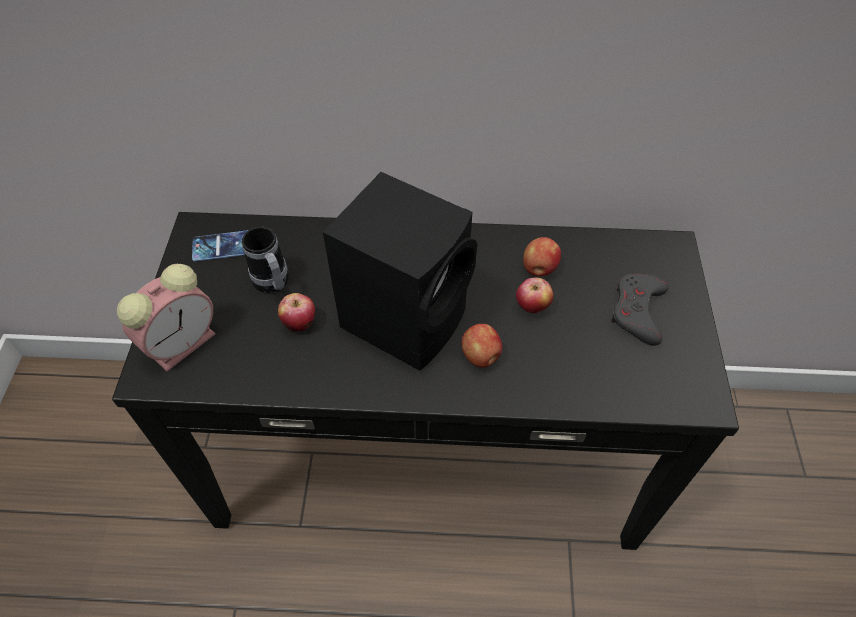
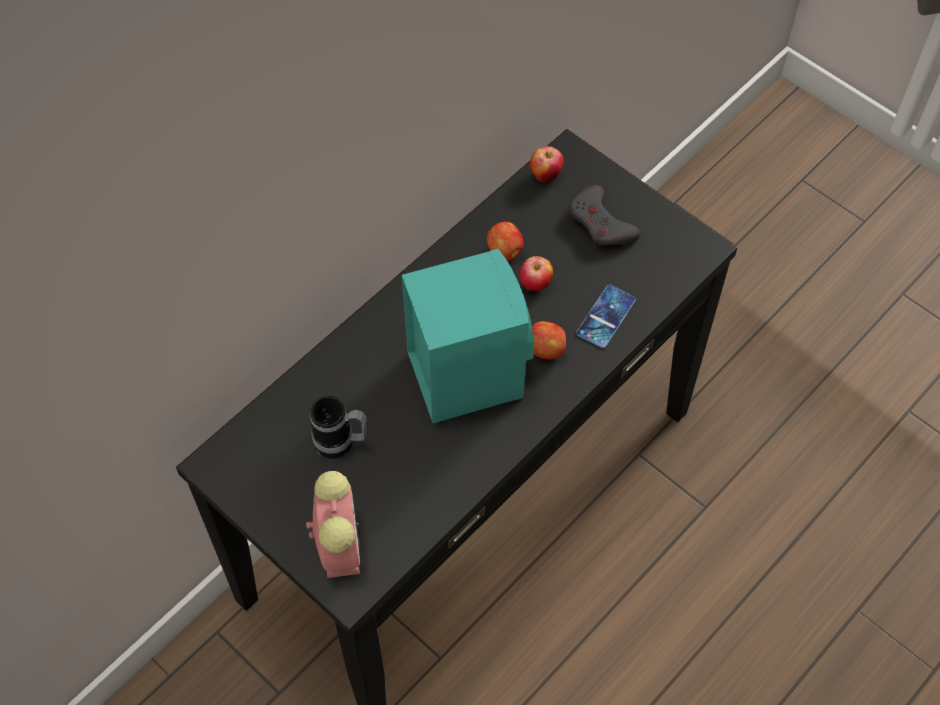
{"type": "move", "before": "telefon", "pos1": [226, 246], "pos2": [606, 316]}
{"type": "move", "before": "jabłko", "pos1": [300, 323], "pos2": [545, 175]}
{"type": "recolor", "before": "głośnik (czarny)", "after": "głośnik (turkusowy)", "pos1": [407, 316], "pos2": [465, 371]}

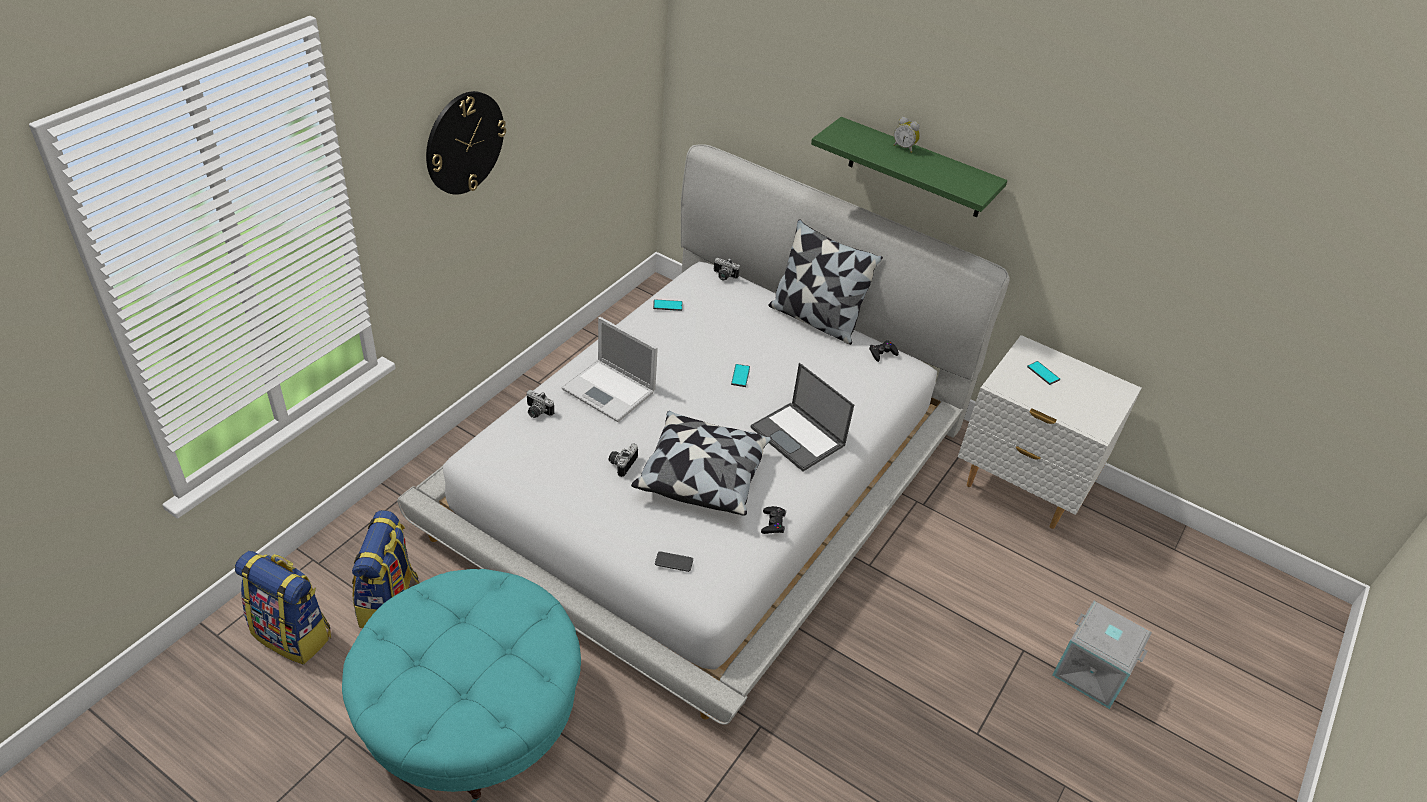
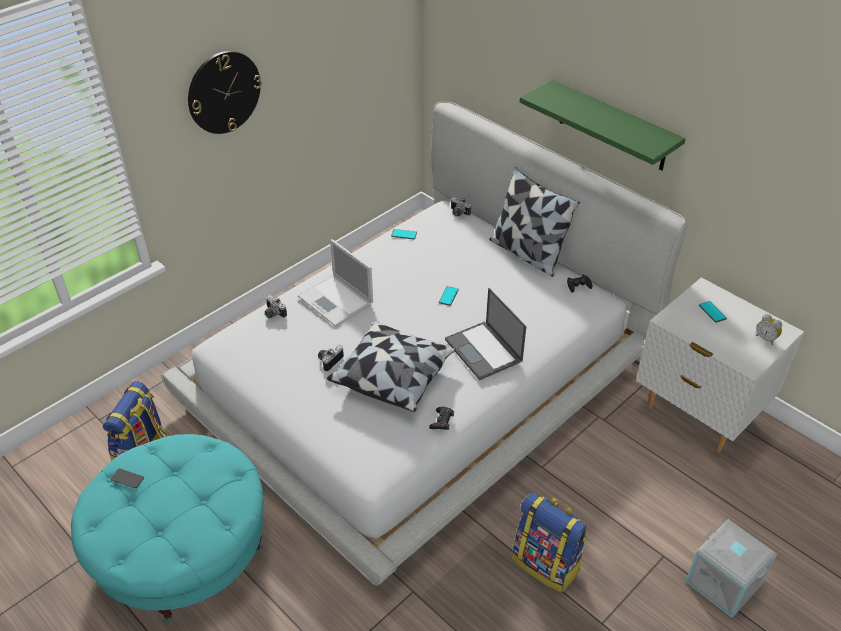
{"type": "move", "before": "plecak", "pos1": [293, 634], "pos2": [546, 564]}
{"type": "move", "before": "telefon", "pos1": [674, 562], "pos2": [127, 479]}
{"type": "move", "before": "budzik", "pos1": [904, 147], "pos2": [766, 338]}

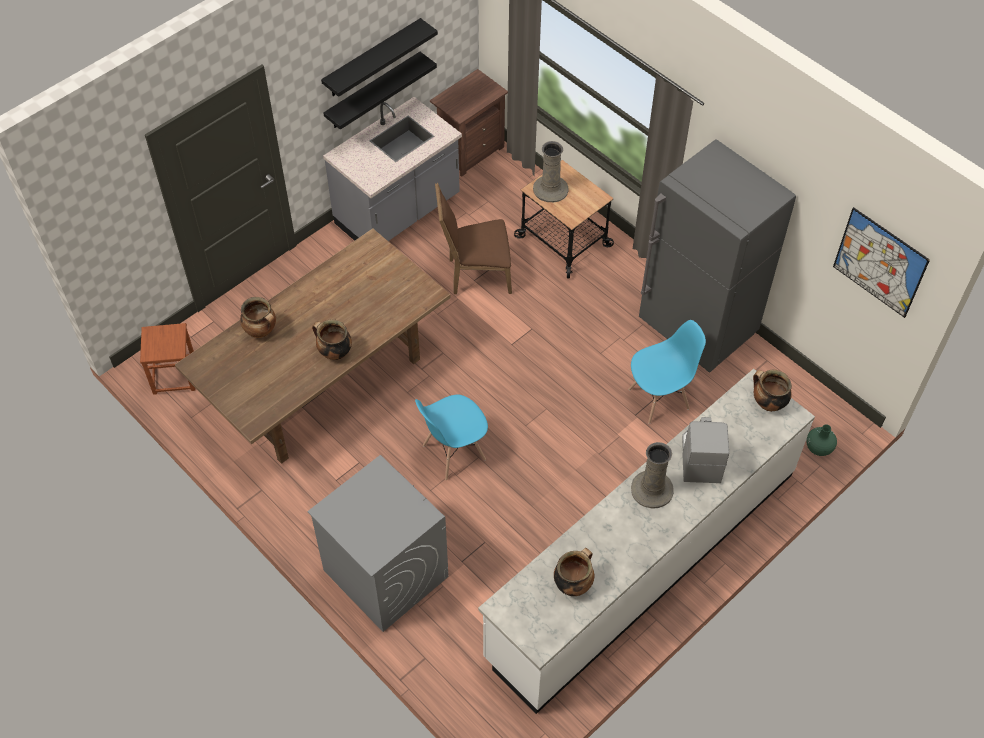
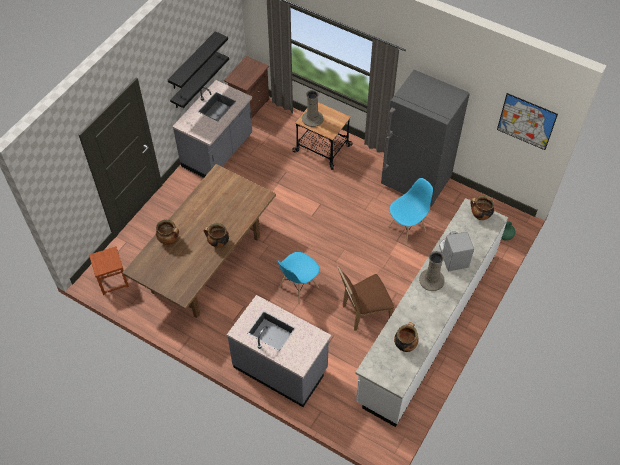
{"type": "replace", "before": "pralka (szary)", "after": "zabudowa kuchenna (szary)", "pos1": [385, 573], "pos2": [281, 367]}
{"type": "move", "before": "krzesło (brązowy)", "pos1": [475, 274], "pos2": [363, 312]}

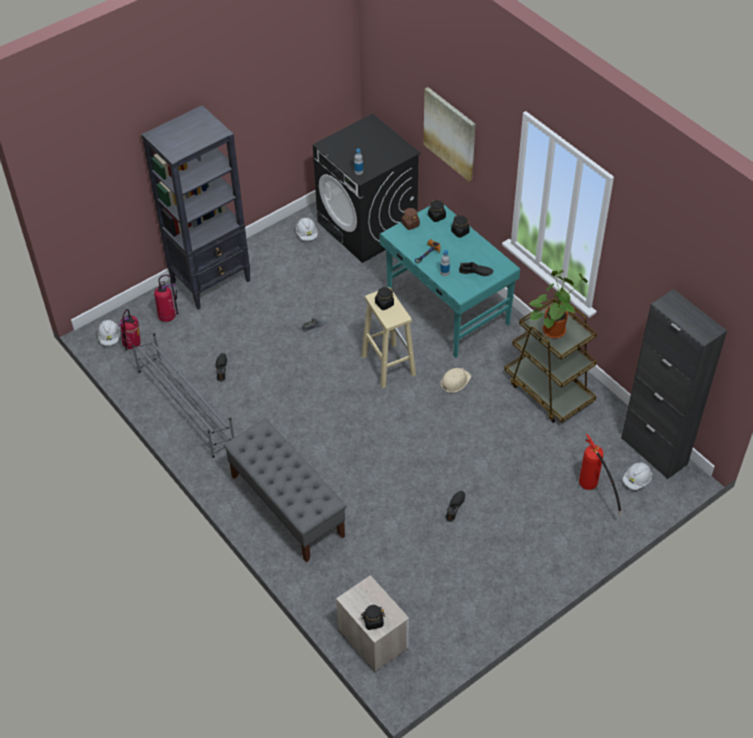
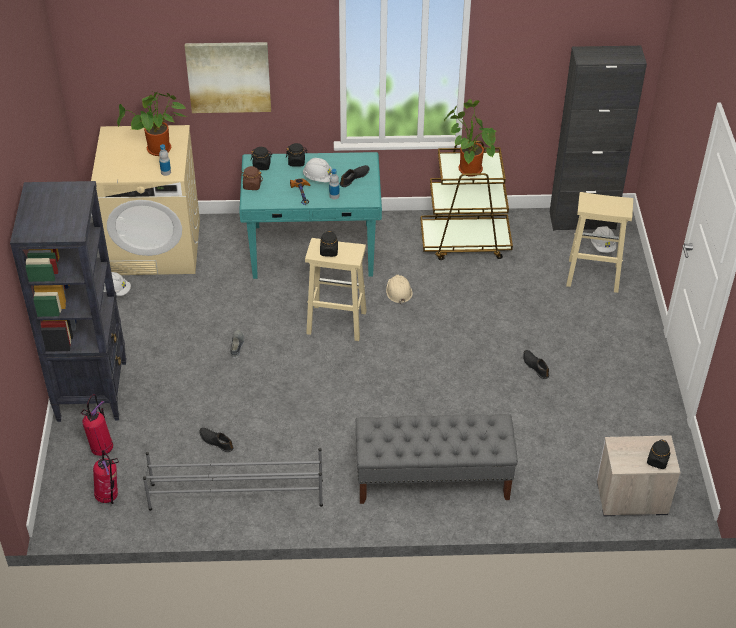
{"type": "move", "before": "kask (biały)", "pos1": [110, 337], "pos2": [319, 178]}
{"type": "recolor", "before": "pralka (czarny)", "after": "pralka (beżowy)", "pos1": [367, 227], "pos2": [155, 247]}
{"type": "replace", "before": "gaśnica", "after": "stołek (beżowy)", "pos1": [593, 491], "pos2": [592, 275]}
{"type": "insert", "after": "roślina doniczkowa", "pos2": [158, 151]}

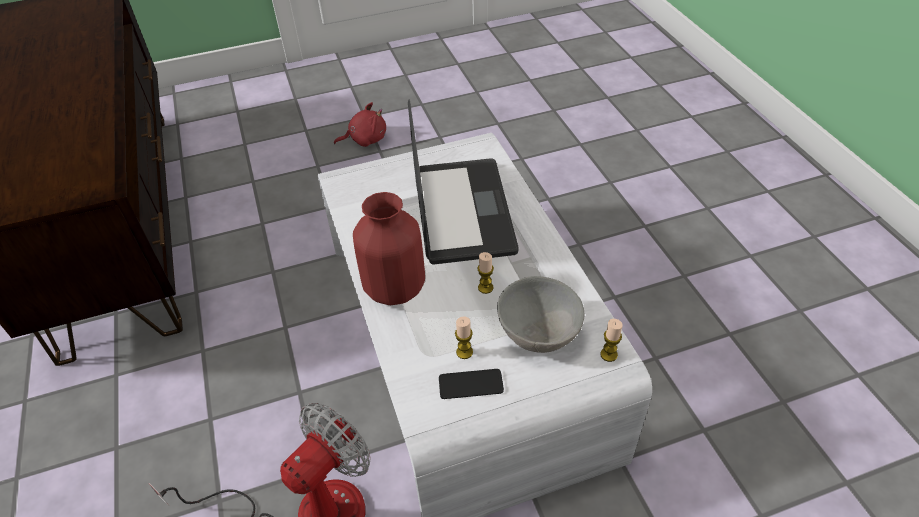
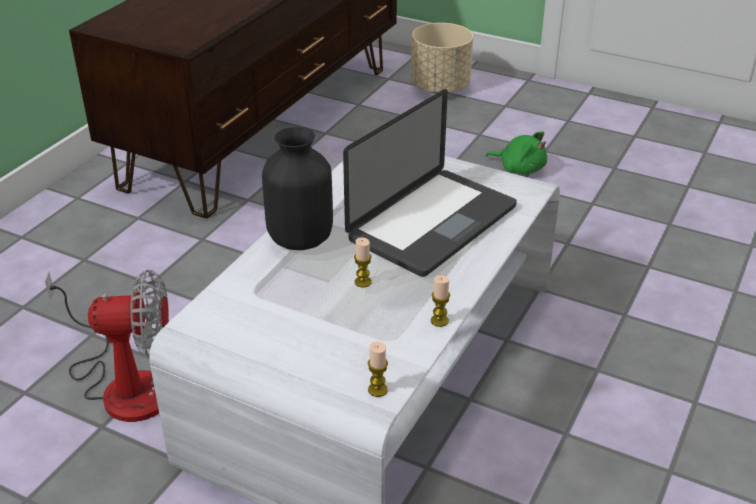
{"type": "recolor", "before": "pluszak (czerwony)", "after": "pluszak (zielony)", "pos1": [365, 139], "pos2": [520, 168]}
{"type": "recolor", "before": "wazon (czerwony)", "after": "wazon (czarny)", "pos1": [395, 288], "pos2": [301, 239]}
{"type": "delete", "before": "telefon", "pos1": [470, 384]}
{"type": "move", "before": "świeca", "pos1": [464, 352], "pos2": [439, 321]}
{"type": "delete", "before": "miska (szary)", "pos1": [539, 332]}
{"type": "insert", "after": "donica (beżowy)", "pos2": [440, 88]}

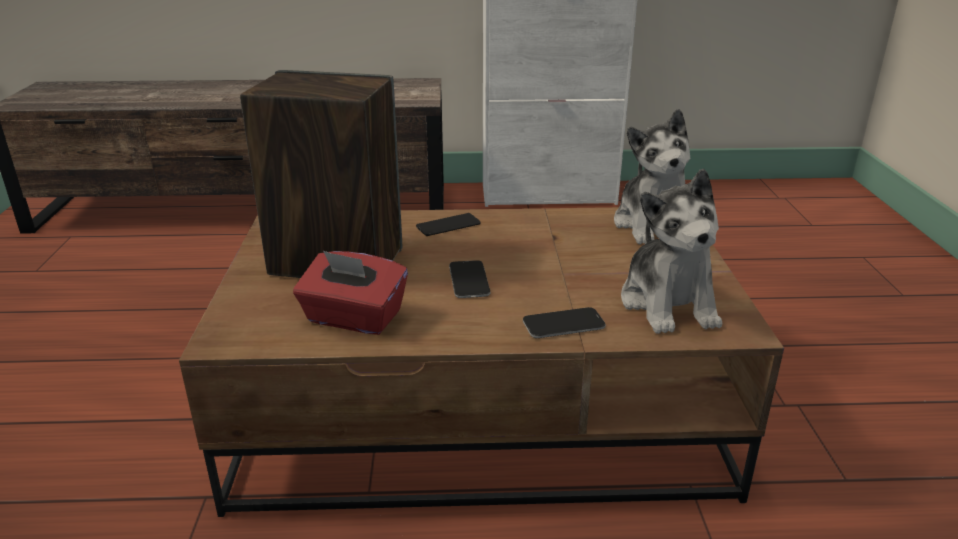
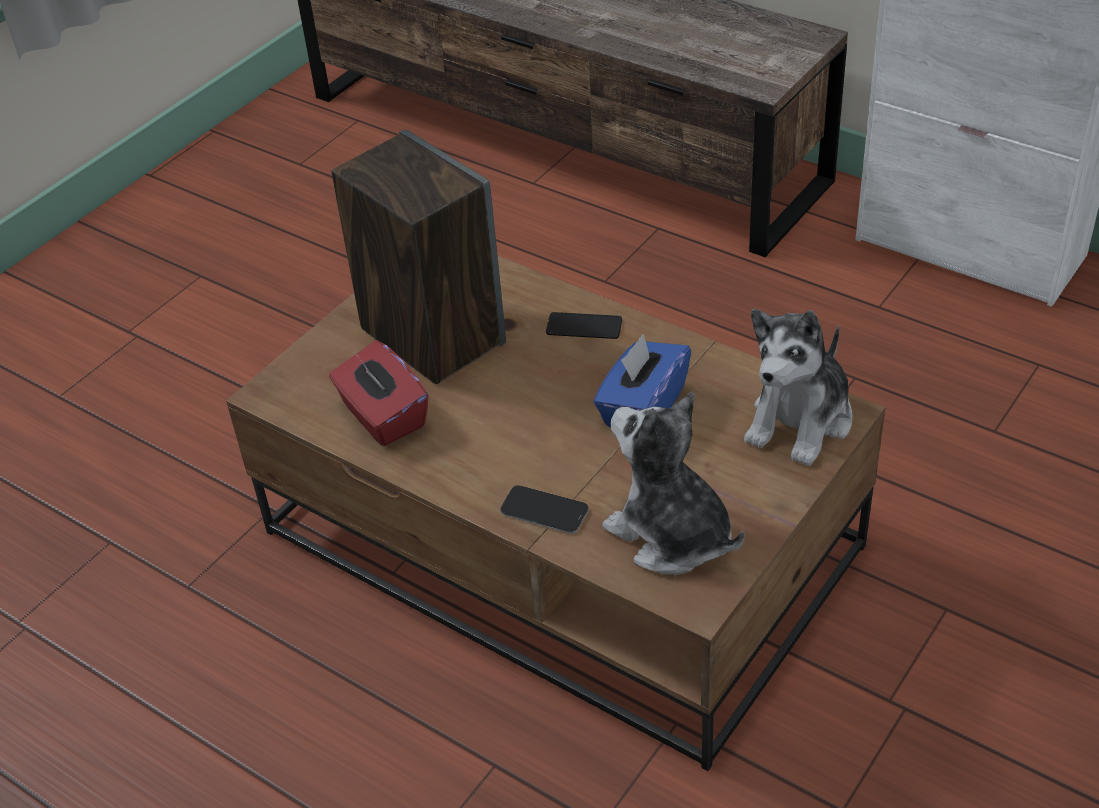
{"type": "delete", "before": "telefon", "pos1": [469, 280]}
{"type": "rotate", "before": "pluszak", "pos1": [668, 304], "pos2": [670, 535], "turn": 105}
{"type": "insert", "after": "pudełko chusteczek (niebieski)", "pos2": [642, 408]}

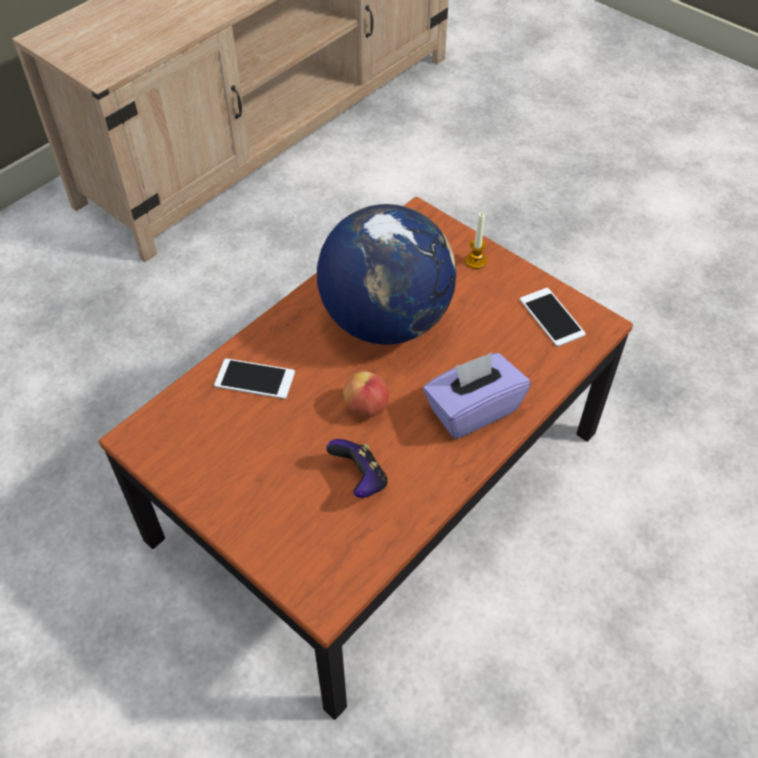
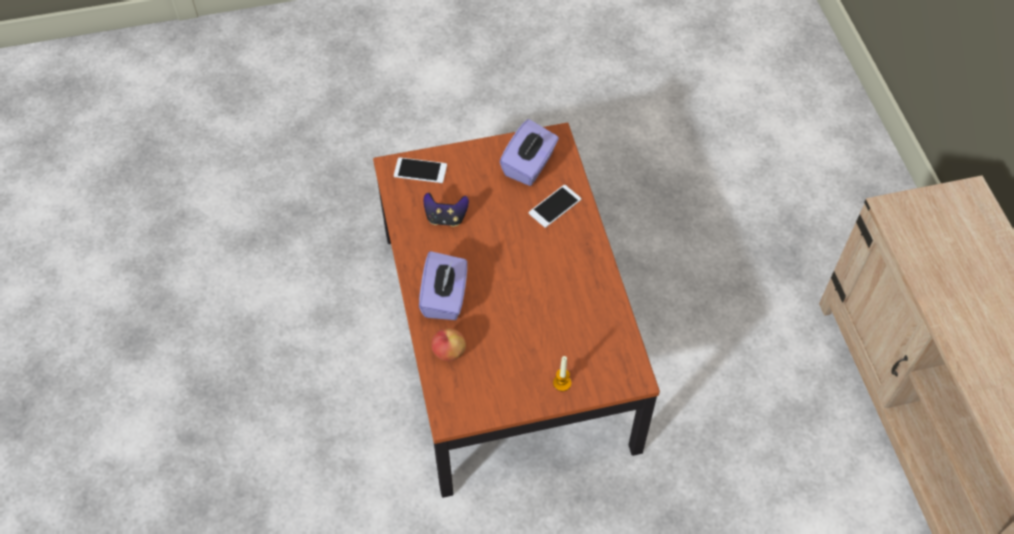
{"type": "delete", "before": "globus", "pos1": [386, 320]}
{"type": "move", "before": "jabłko", "pos1": [366, 407], "pos2": [448, 352]}
{"type": "move", "before": "telefon", "pos1": [552, 317], "pos2": [420, 170]}
{"type": "insert", "after": "pudełko chusteczek (fioletowy)", "pos2": [529, 165]}

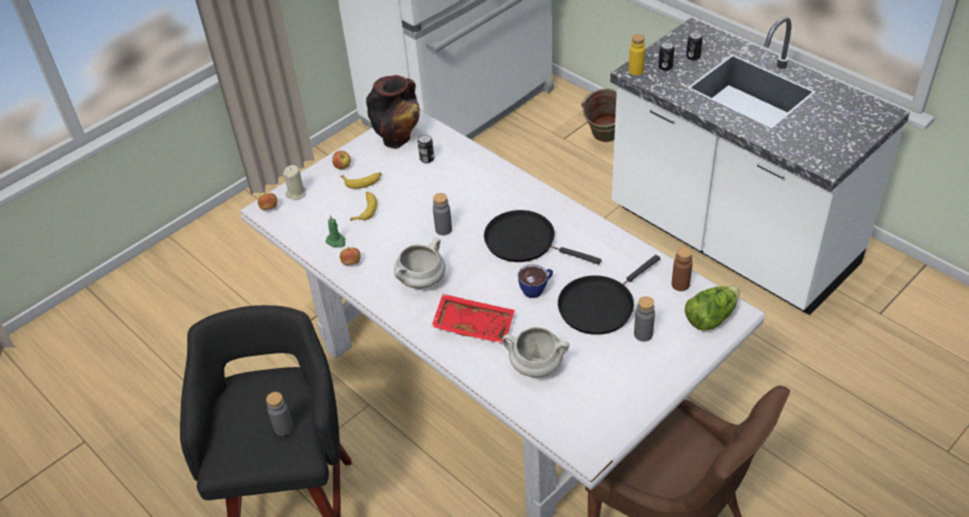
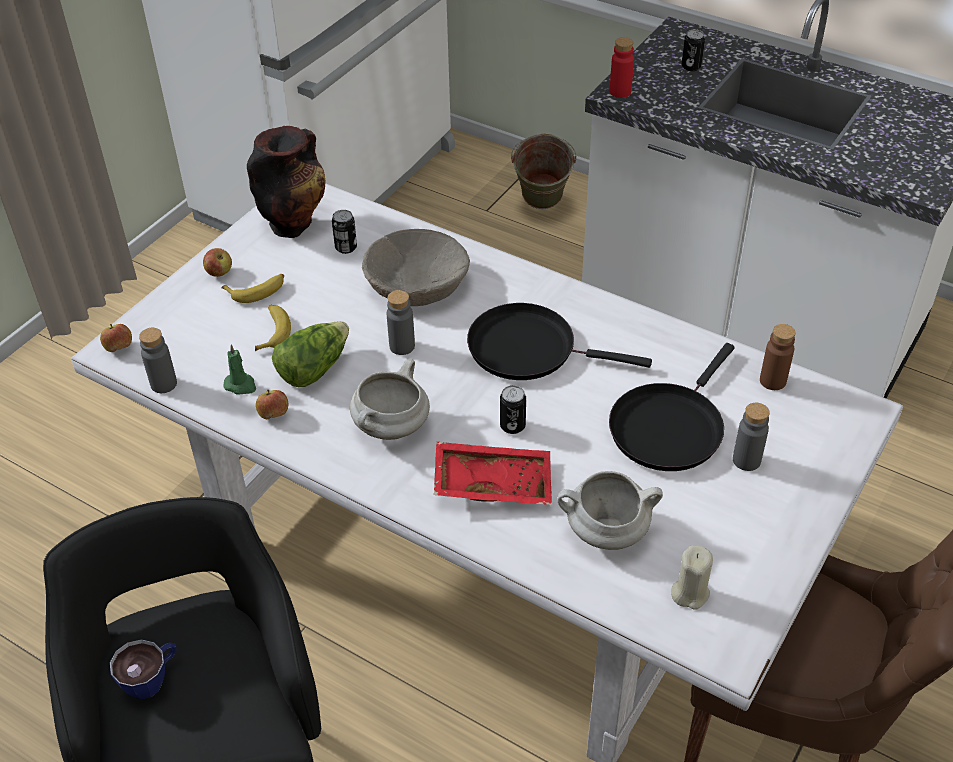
{"type": "move", "before": "butelka (szary)", "pos1": [284, 428], "pos2": [164, 384]}
{"type": "move", "before": "świeca (beżowy)", "pos1": [296, 193], "pos2": [690, 593]}
{"type": "move", "before": "filiżanka", "pos1": [537, 289], "pos2": [152, 678]}
{"type": "recolor", "before": "butelka (żółty)", "after": "butelka (czerwony)", "pos1": [636, 71], "pos2": [620, 92]}
{"type": "move", "before": "puszka", "pos1": [665, 67], "pos2": [512, 426]}
{"type": "move", "before": "sałata", "pos1": [710, 317], "pos2": [313, 368]}
{"type": "insert", "after": "miska (beżowy)", "pos2": [416, 284]}

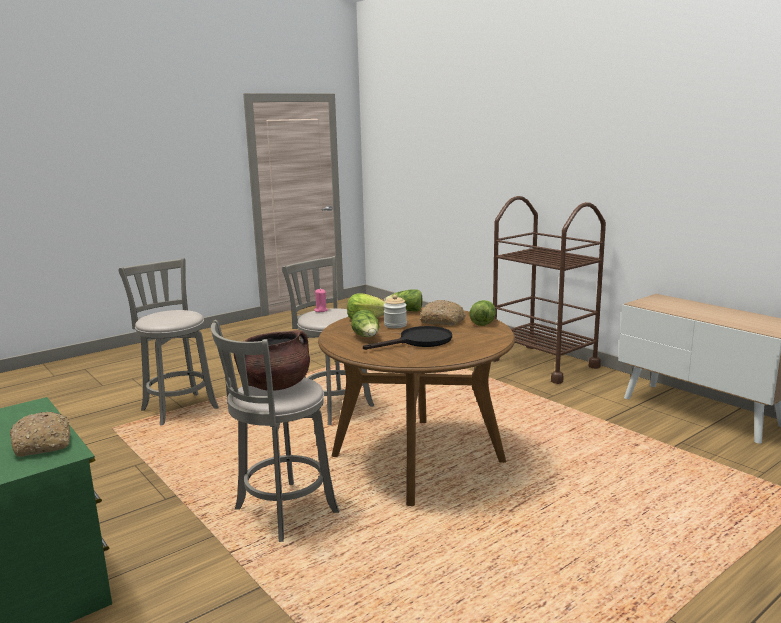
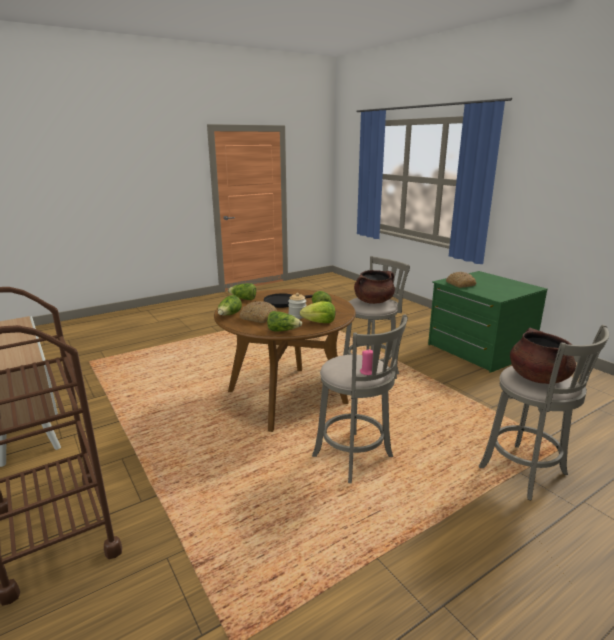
{"type": "insert", "after": "sałata", "pos2": [243, 299]}
{"type": "insert", "after": "garnek (brązowy)", "pos2": [537, 377]}

